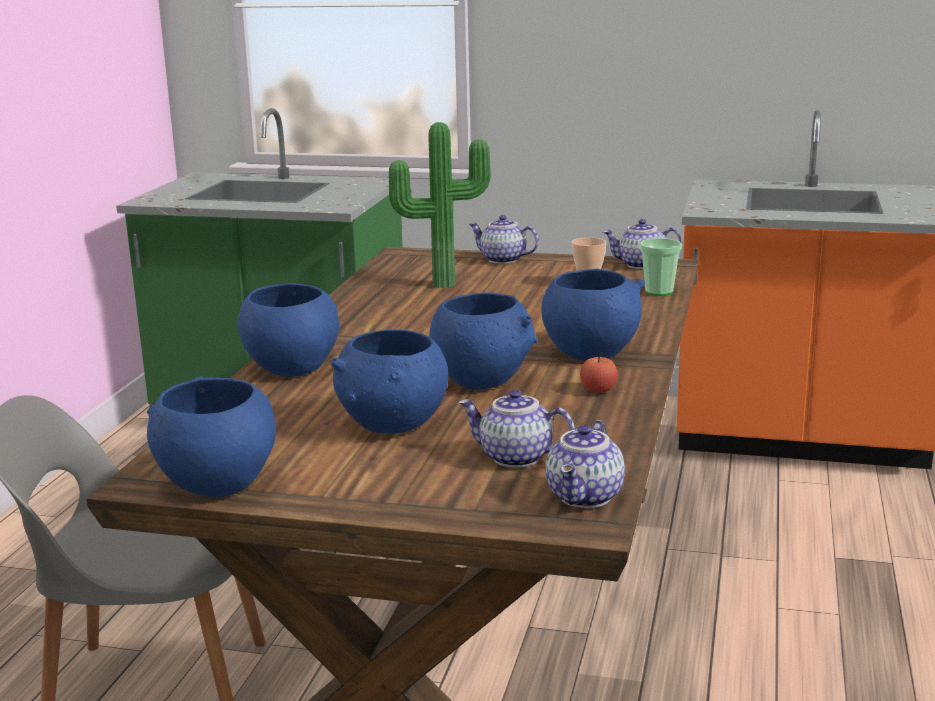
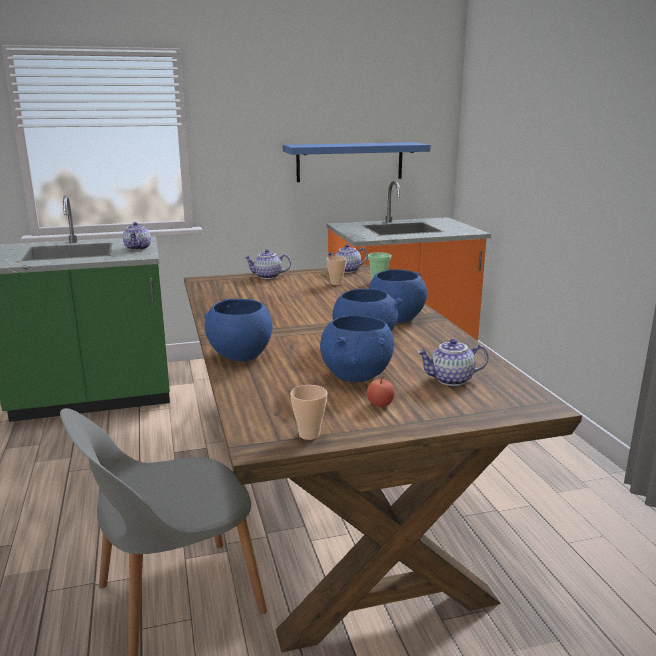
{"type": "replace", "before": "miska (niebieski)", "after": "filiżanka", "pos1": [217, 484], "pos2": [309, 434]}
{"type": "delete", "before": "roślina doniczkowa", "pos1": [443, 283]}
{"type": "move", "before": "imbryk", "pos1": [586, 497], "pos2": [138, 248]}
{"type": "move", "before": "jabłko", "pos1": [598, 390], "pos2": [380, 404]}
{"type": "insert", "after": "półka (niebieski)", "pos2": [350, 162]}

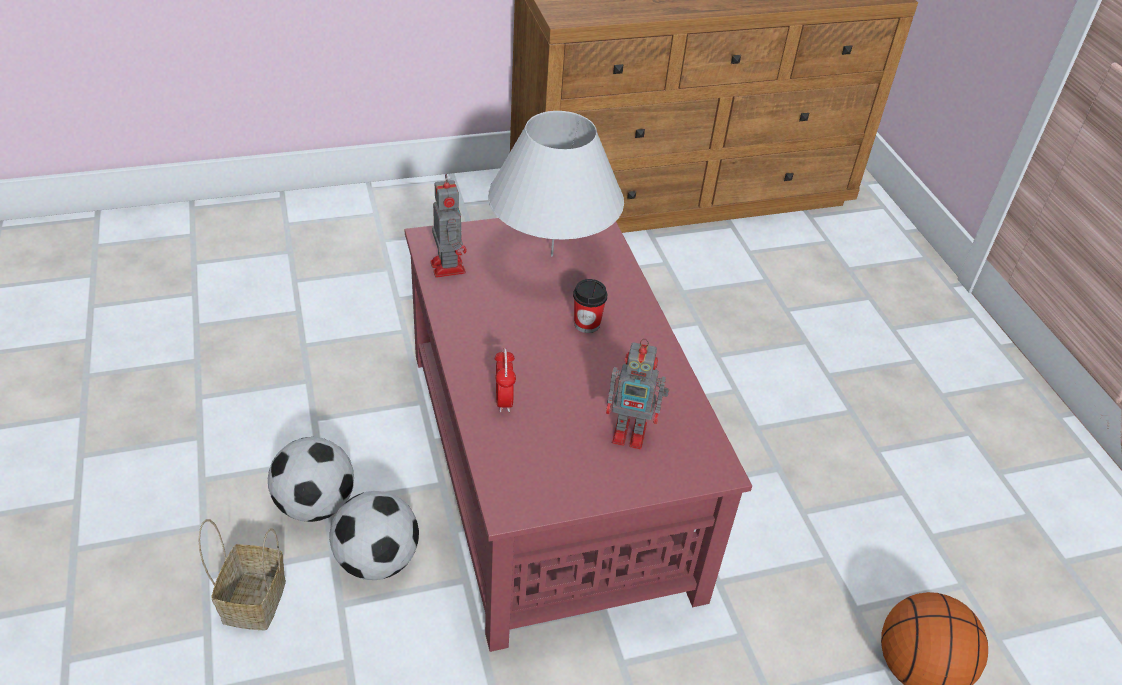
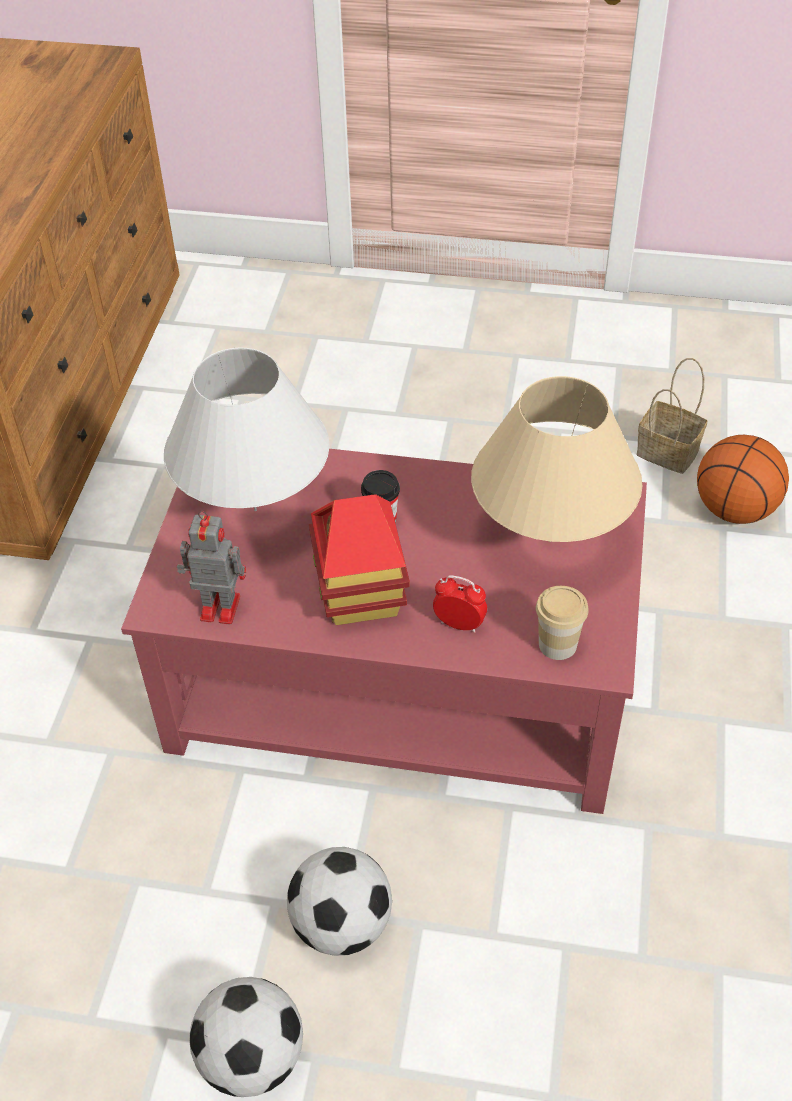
{"type": "move", "before": "koszyk", "pos1": [253, 599], "pos2": [665, 452]}
{"type": "move", "before": "piłka futbolowa", "pos1": [376, 560], "pos2": [251, 1057]}
{"type": "replace", "before": "robot zabawkowy", "after": "lampa stołowa (beżowy)", "pos1": [631, 433], "pos2": [549, 540]}
{"type": "insert", "after": "domek", "pos2": [361, 595]}
{"type": "insert", "after": "filiżanka", "pos2": [557, 644]}

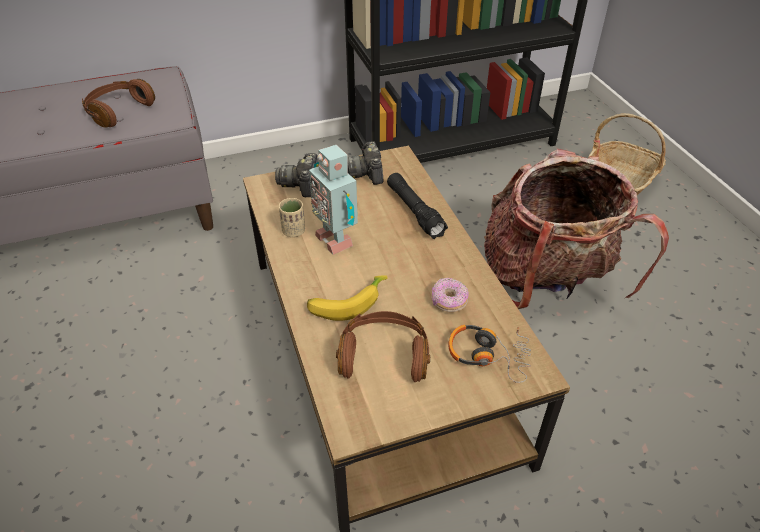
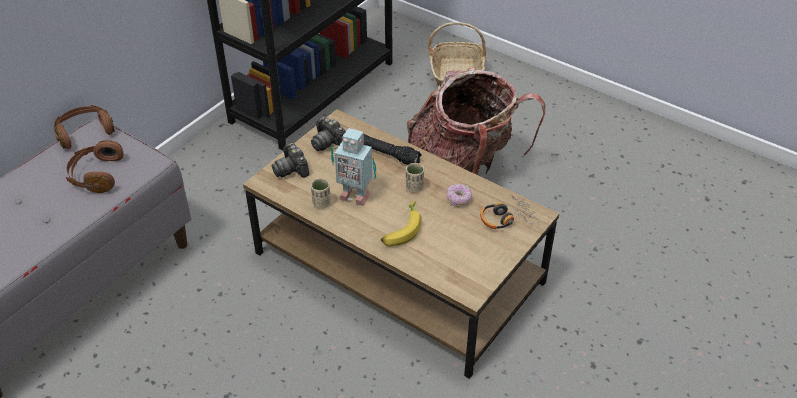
{"type": "move", "before": "słuchawki (brązowy)", "pos1": [384, 355], "pos2": [84, 132]}
{"type": "insert", "after": "filiżanka (beżowy)", "pos2": [414, 187]}

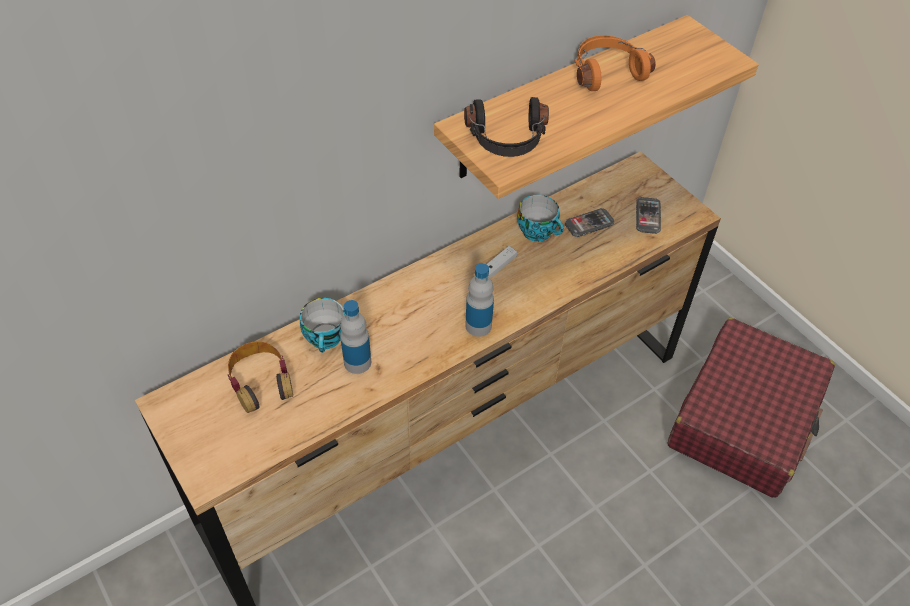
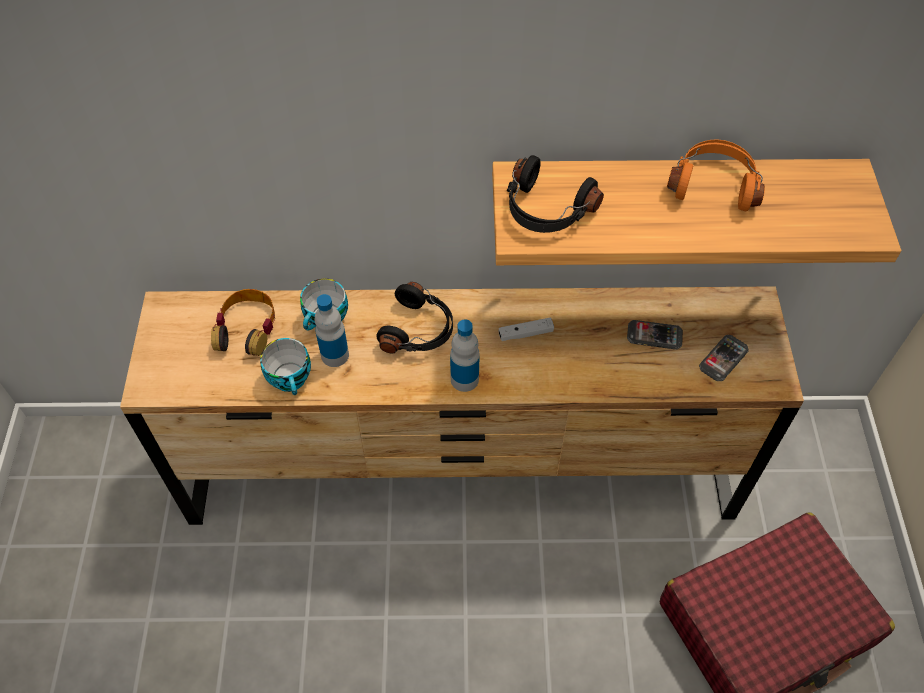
{"type": "move", "before": "filiżanka", "pos1": [539, 231], "pos2": [291, 379]}
{"type": "insert", "after": "słuchawki (czarny)", "pos2": [419, 330]}

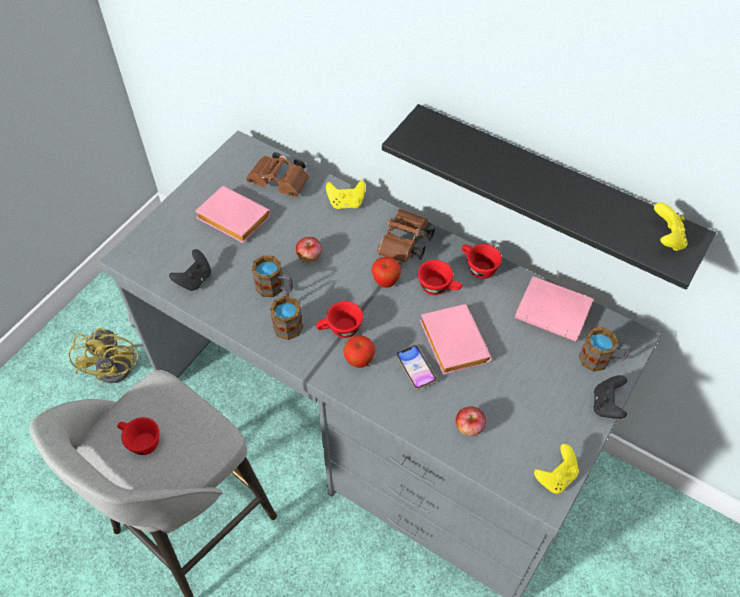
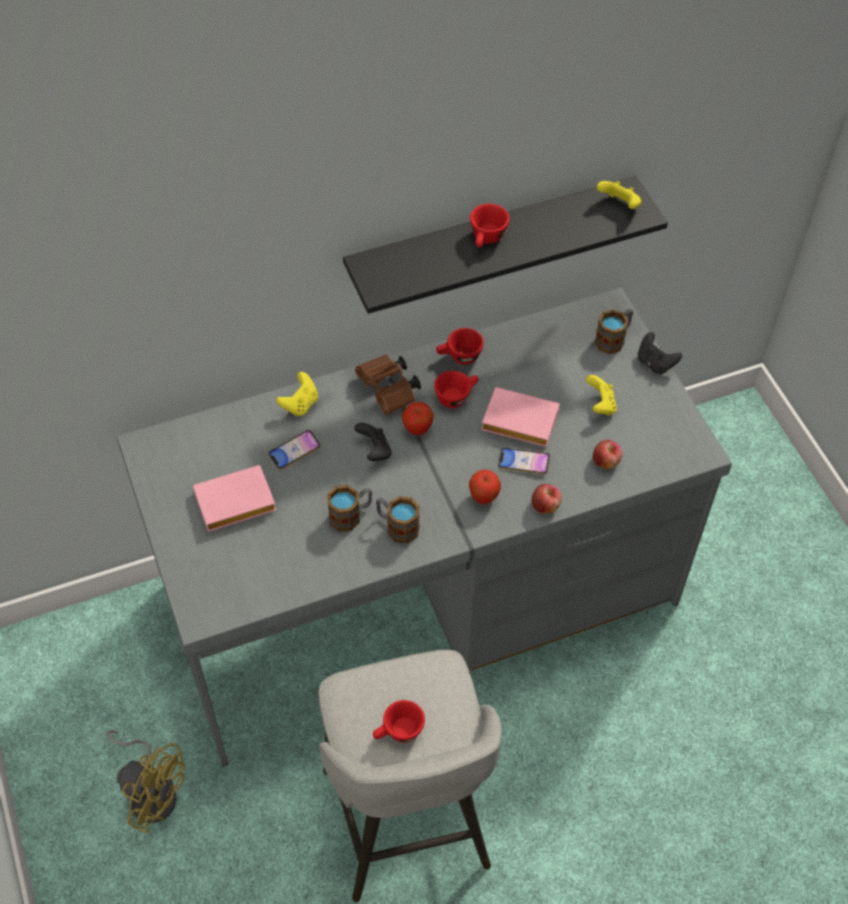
{"type": "move", "before": "pad do gier (czarny)", "pos1": [195, 279], "pos2": [374, 451]}
{"type": "delete", "before": "lornetka (brązowy)", "pos1": [281, 183]}
{"type": "move", "before": "jabłko", "pos1": [309, 256], "pos2": [545, 506]}
{"type": "move", "before": "filiżanka (czerwony)", "pos1": [340, 330], "pos2": [487, 239]}
{"type": "delete", "before": "książka (różowy)", "pos1": [555, 312]}
{"type": "move", "before": "pad do gier (żółty)", "pos1": [555, 477], "pos2": [600, 405]}
{"type": "insert", "after": "telefon", "pos2": [294, 452]}

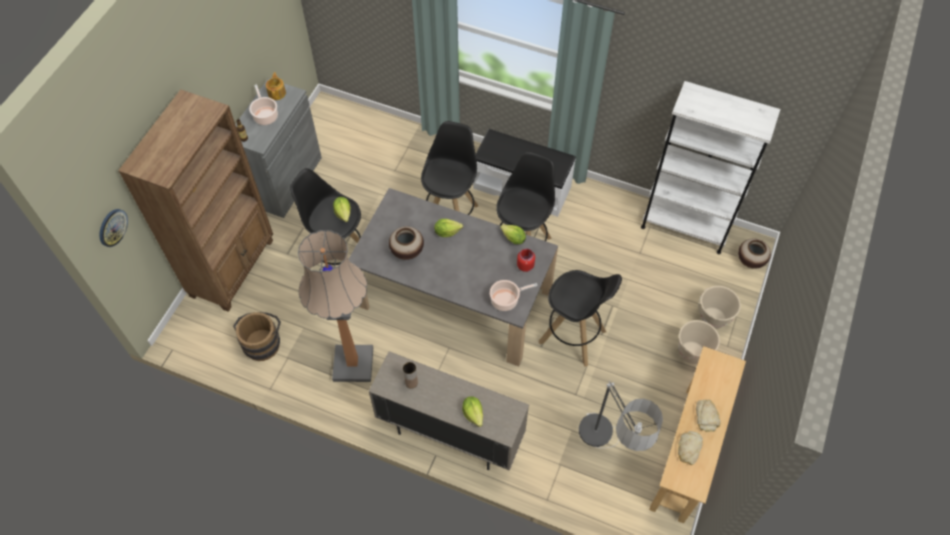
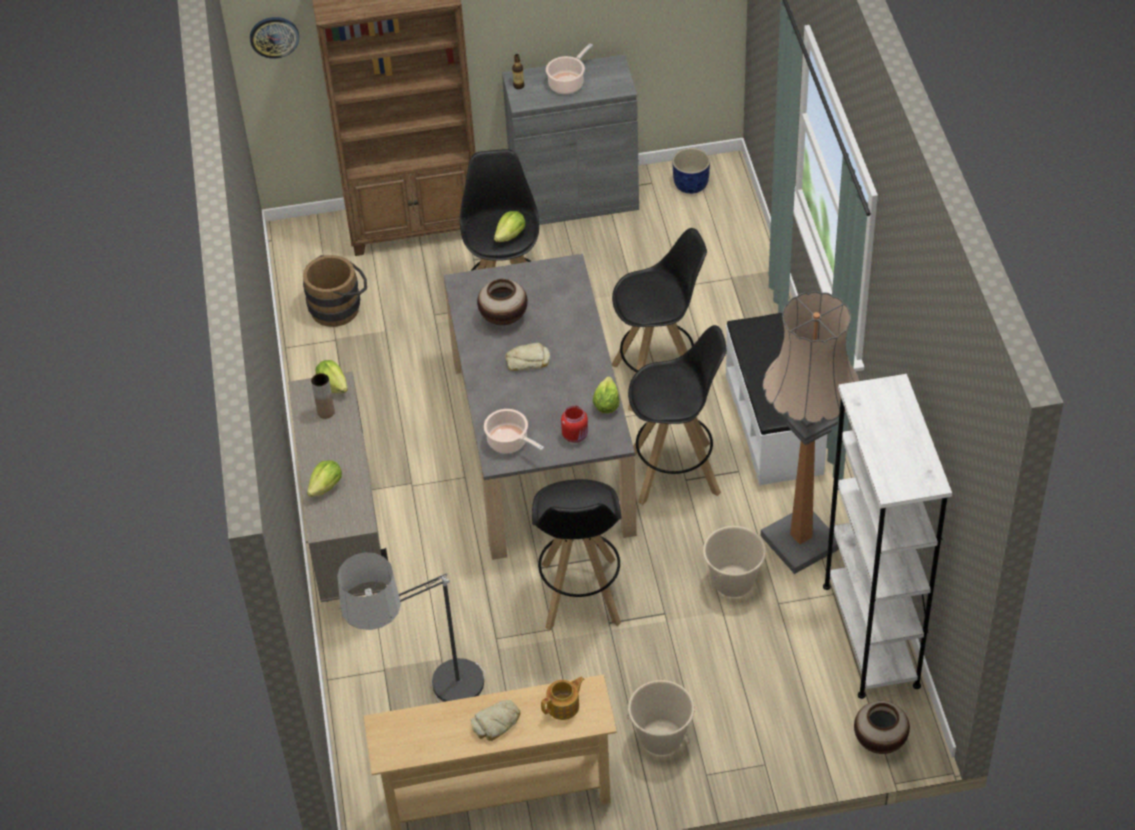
{"type": "move", "before": "imbryk", "pos1": [277, 93], "pos2": [564, 706]}
{"type": "move", "before": "lampa stojąca", "pos1": [353, 364], "pos2": [800, 542]}
{"type": "move", "before": "sałata", "pos1": [447, 232], "pos2": [333, 385]}
{"type": "move", "before": "chleb", "pos1": [688, 449], "pos2": [528, 361]}
{"type": "move", "before": "wiadro (beżowy)", "pos1": [713, 318], "pos2": [733, 582]}
{"type": "insert", "after": "donica (niebieski)", "pos2": [691, 184]}

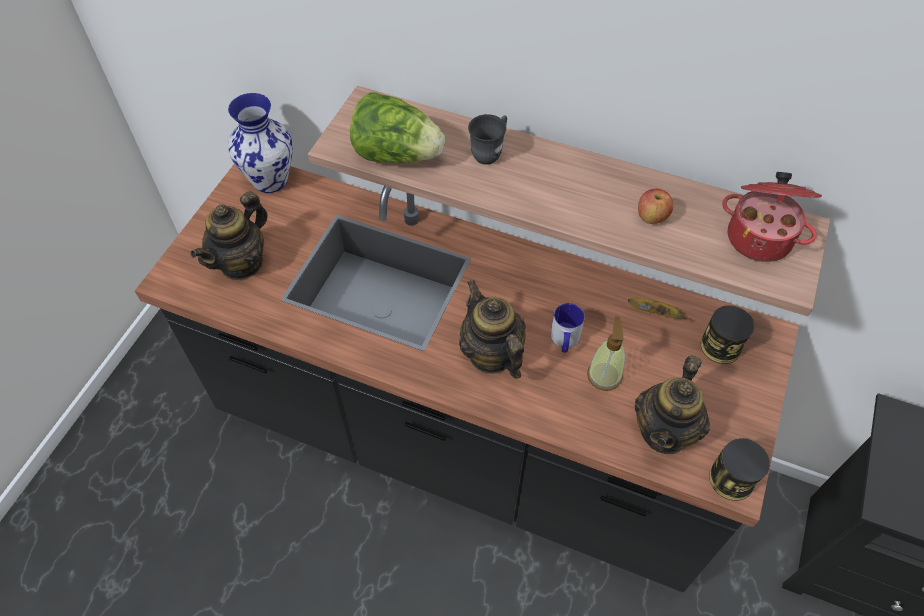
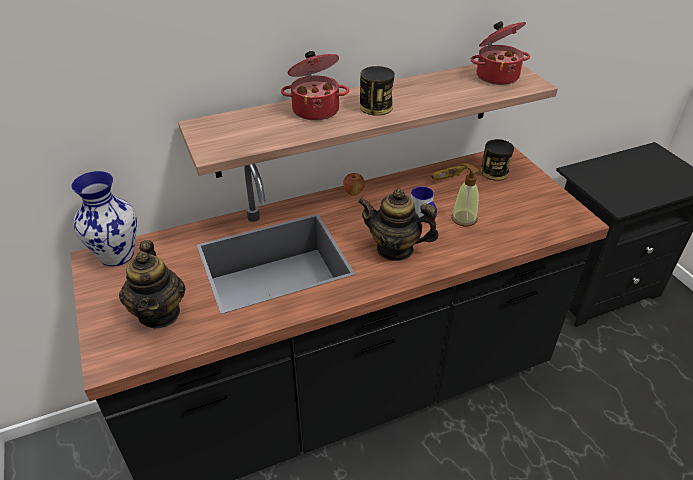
{"type": "delete", "before": "sałata", "pos1": [397, 154]}
{"type": "replace", "before": "kubek (szary)", "after": "garnek", "pos1": [490, 152], "pos2": [315, 109]}
{"type": "delete", "before": "imbryk", "pos1": [664, 431]}
{"type": "move", "before": "jabłko", "pos1": [651, 217], "pos2": [353, 192]}
{"type": "move", "before": "puszka", "pos1": [731, 479], "pos2": [376, 107]}

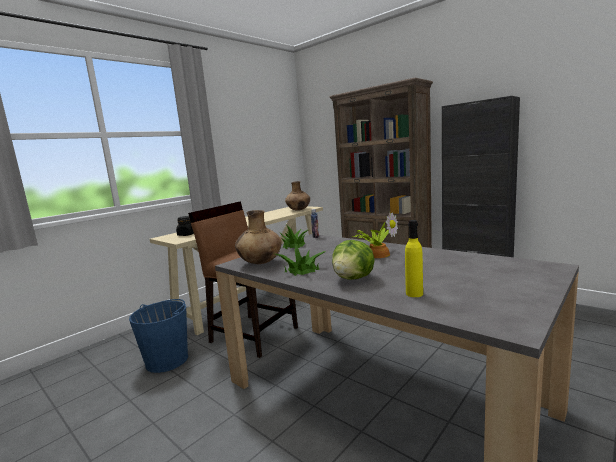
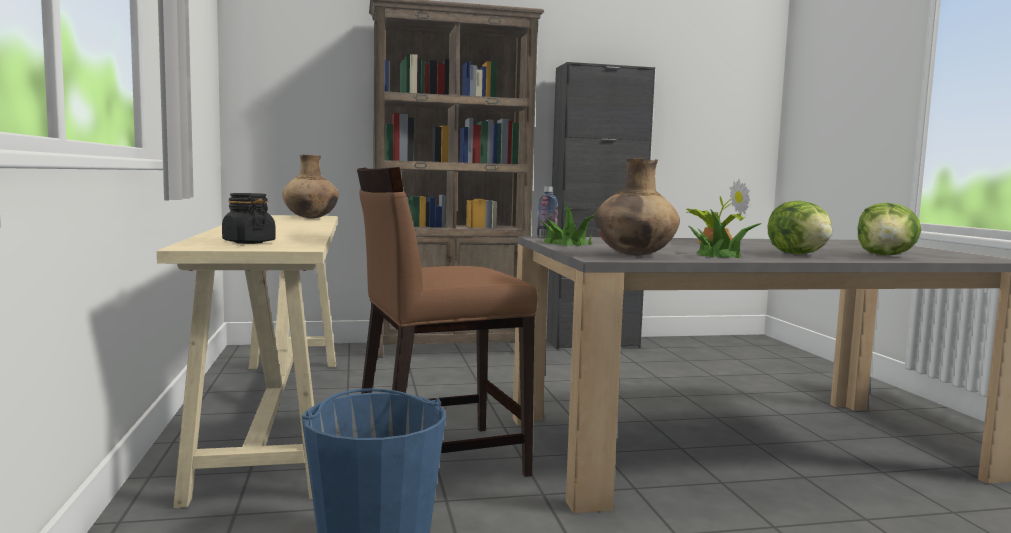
{"type": "replace", "before": "butelka (żółty)", "after": "sałata", "pos1": [414, 294], "pos2": [885, 255]}

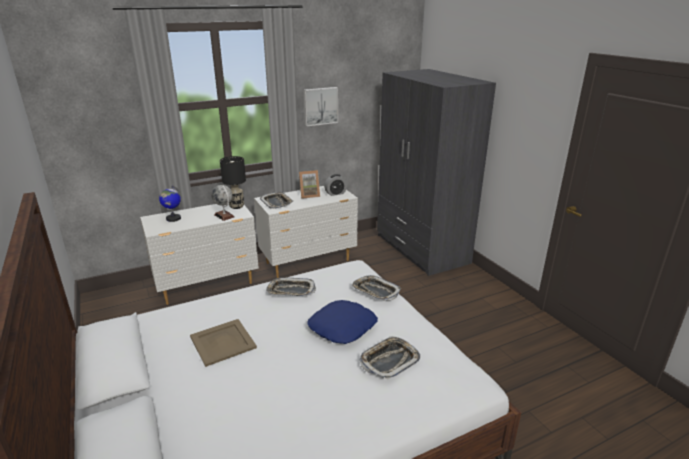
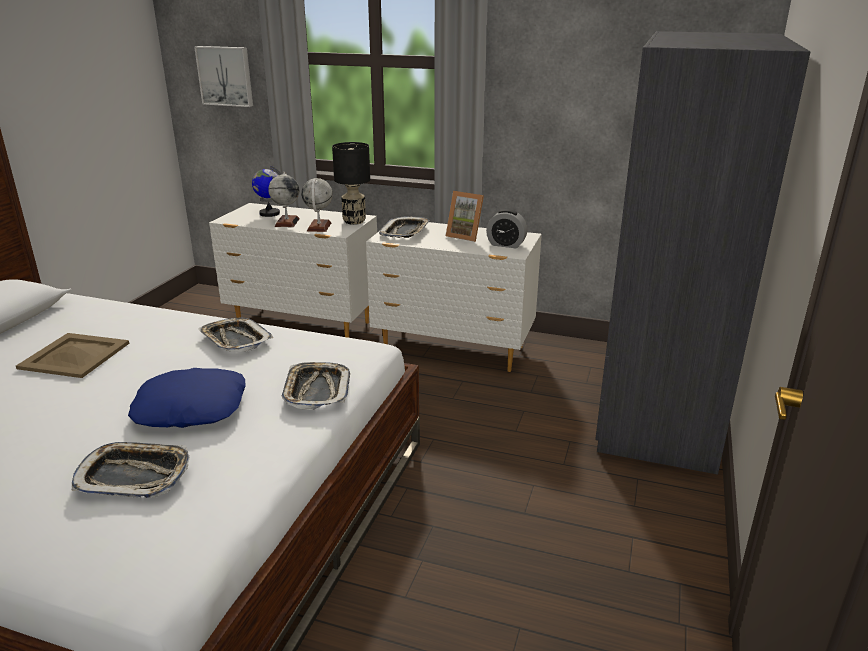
{"type": "move", "before": "obraz", "pos1": [320, 106], "pos2": [226, 76]}
{"type": "insert", "after": "globus", "pos2": [287, 222]}

